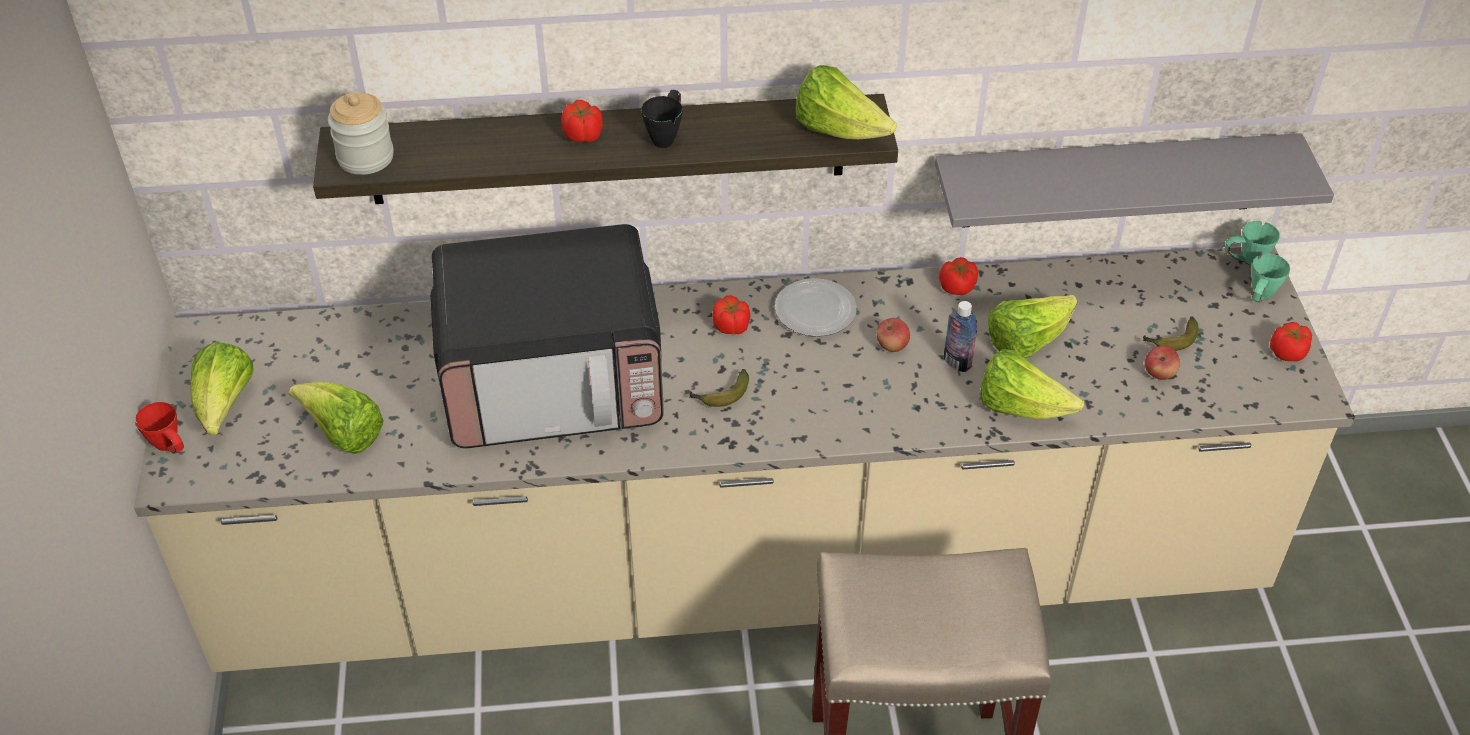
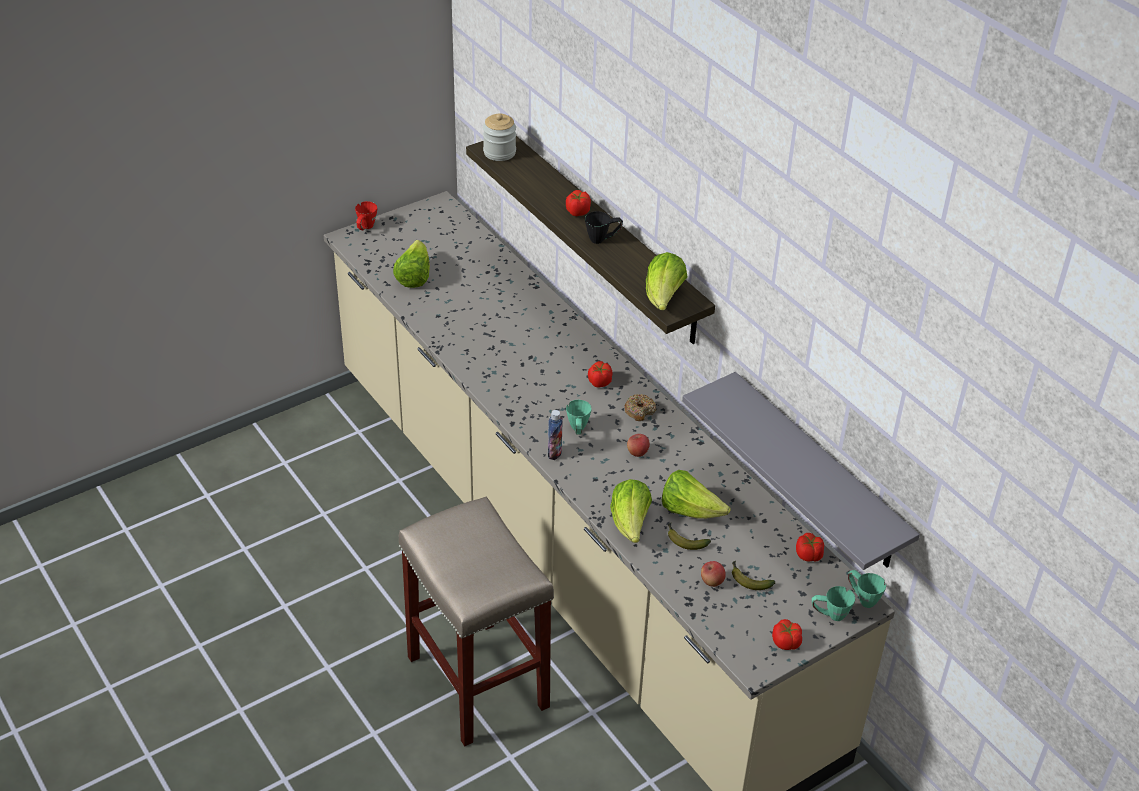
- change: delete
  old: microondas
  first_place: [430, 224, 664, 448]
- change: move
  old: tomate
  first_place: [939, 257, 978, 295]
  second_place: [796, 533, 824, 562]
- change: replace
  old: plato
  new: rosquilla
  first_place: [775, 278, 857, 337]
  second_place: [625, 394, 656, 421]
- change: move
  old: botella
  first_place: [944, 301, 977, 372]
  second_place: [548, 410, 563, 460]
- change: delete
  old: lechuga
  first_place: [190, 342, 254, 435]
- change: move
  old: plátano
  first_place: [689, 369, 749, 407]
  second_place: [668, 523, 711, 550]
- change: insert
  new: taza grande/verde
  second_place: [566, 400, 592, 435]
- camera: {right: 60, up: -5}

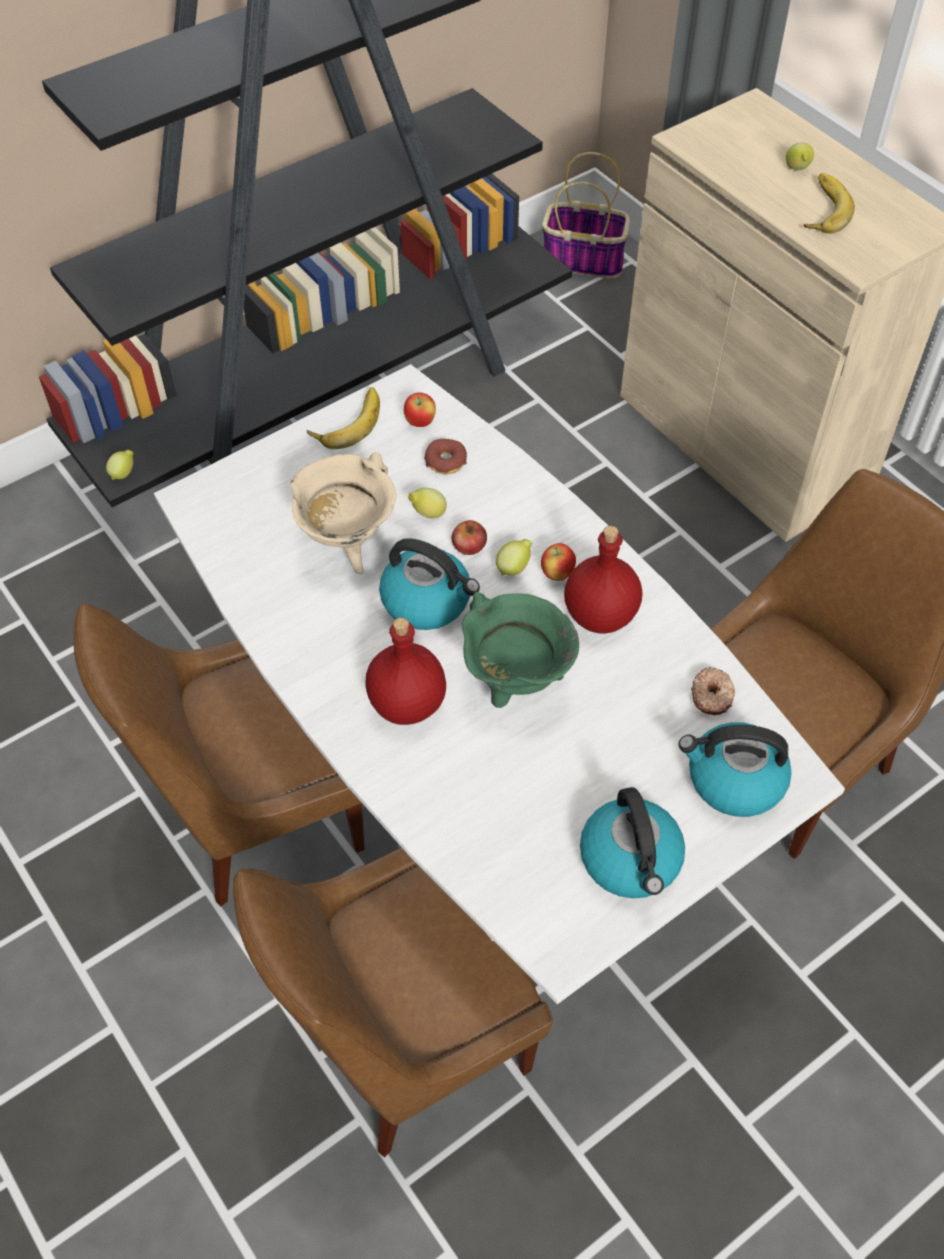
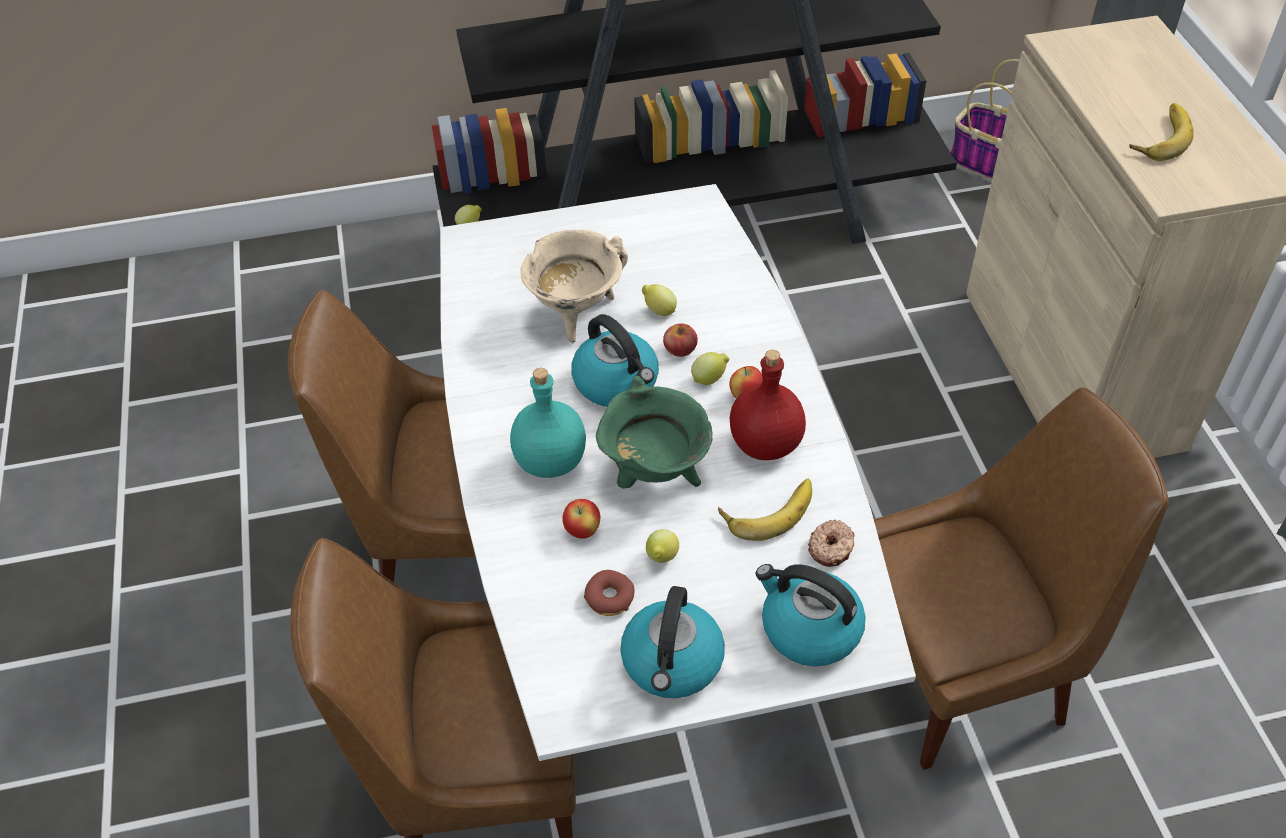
- change: move
  old: limón
  first_place: [786, 142, 814, 170]
  second_place: [646, 529, 679, 563]
- change: move
  old: plátano
  first_place: [307, 387, 380, 449]
  second_place: [718, 479, 812, 541]
- change: move
  old: manzana
  first_place: [404, 393, 436, 427]
  second_place: [562, 499, 600, 539]
- change: move
  old: rosquilla
  first_place: [424, 439, 467, 474]
  second_place: [584, 570, 635, 616]
- change: recolor
  old: botella/rojo
  new: botella/turquesa
  first_place: [365, 618, 446, 725]
  second_place: [510, 368, 586, 478]
- camera: {right: 25, up: -5}

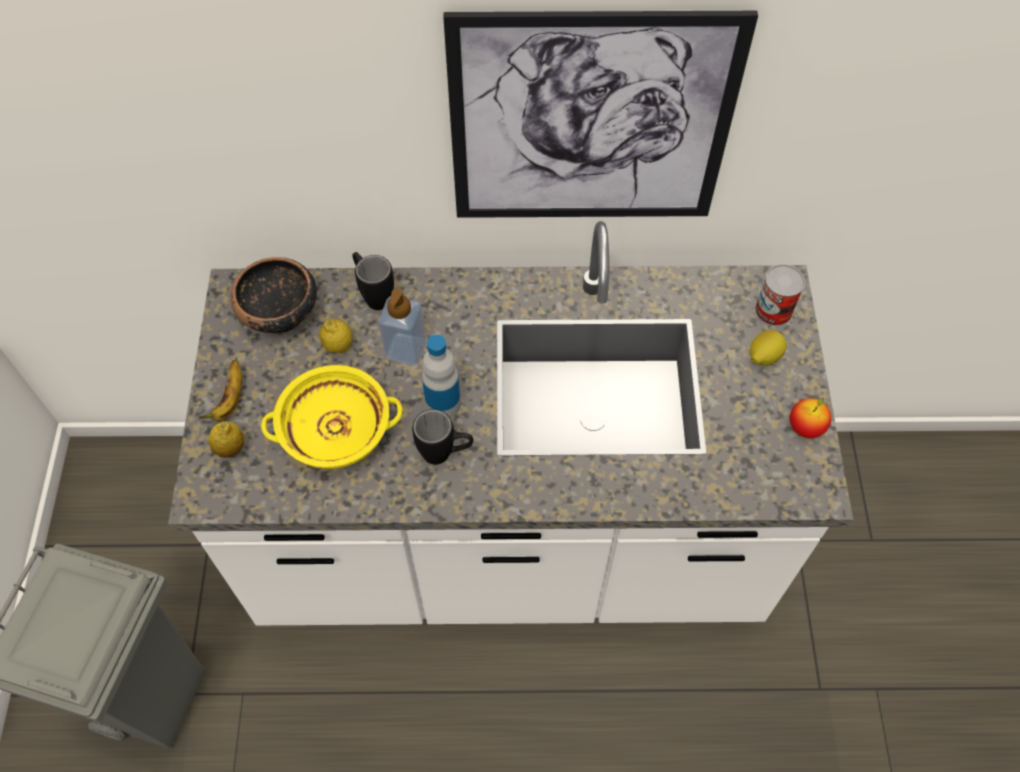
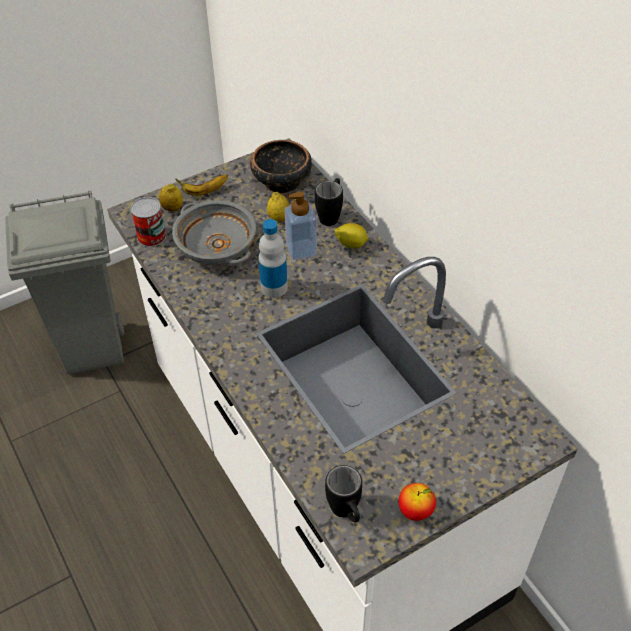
- change: delete
  old: cuadro
  first_place: [443, 11, 758, 218]
- change: move
  old: lata
  first_place: [755, 264, 805, 326]
  second_place: [131, 197, 166, 247]
- change: move
  old: limón
  first_place: [750, 330, 787, 366]
  second_place: [335, 223, 368, 248]
- change: recolor
  old: cuenco/amarillo
  new: cuenco/gris
  first_place: [261, 365, 403, 469]
  second_place: [172, 200, 256, 265]
- change: move
  old: taza grande/negro
  first_place: [412, 409, 473, 465]
  second_place: [325, 465, 362, 523]
- camera: {right: 60, up: -10}

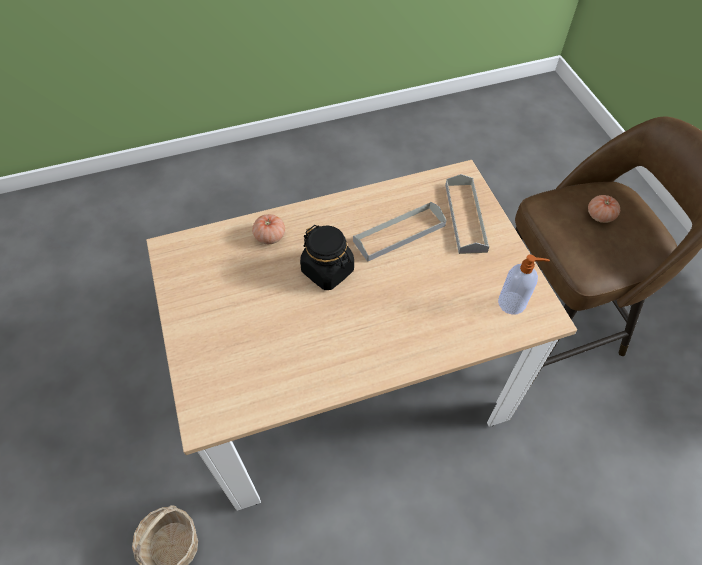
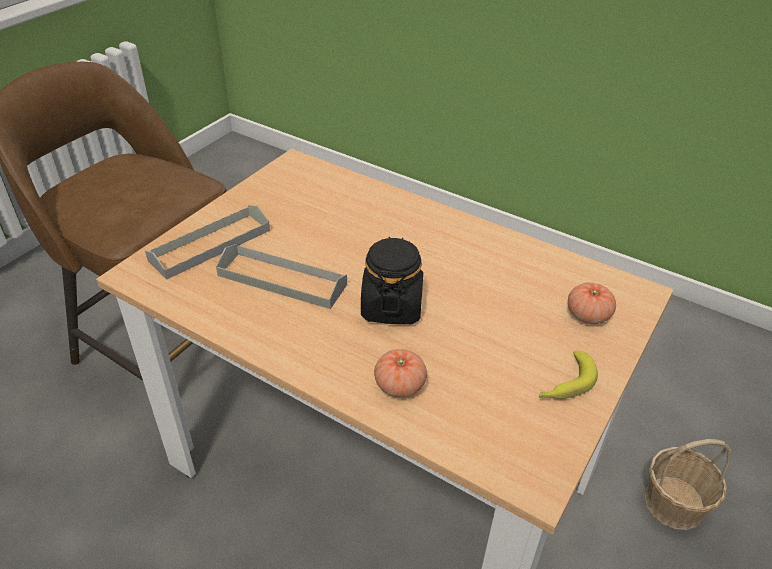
- change: move
  old: tomate
  first_place: [588, 195, 620, 223]
  second_place: [568, 282, 616, 324]
- change: delete
  old: dispensador de jabón
  first_place: [498, 254, 550, 315]
- change: insert
  new: plátano
  second_place: [539, 351, 598, 399]
- camera: {right: -130, up: -15}

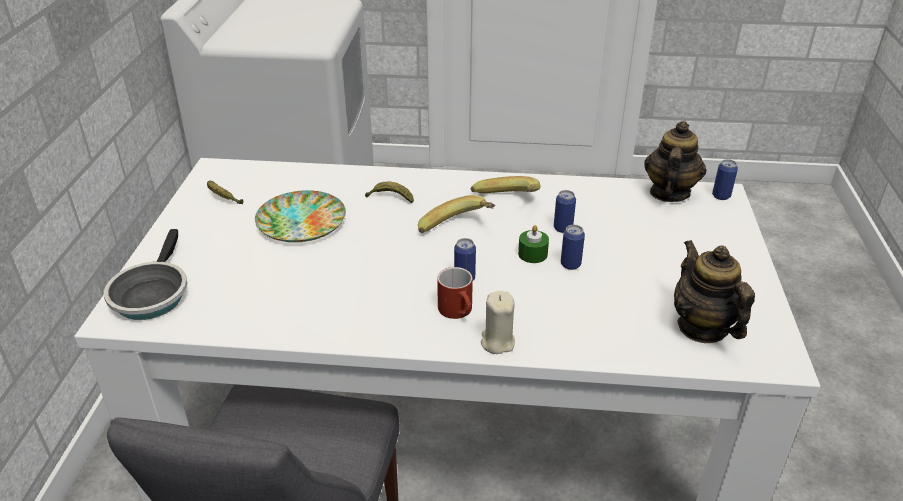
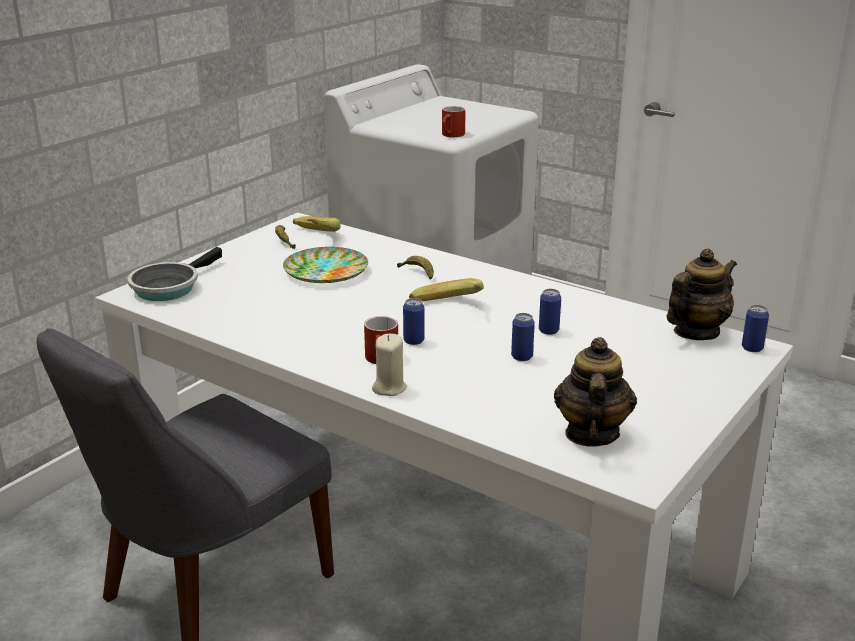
- change: move
  old: plátano
  first_place: [471, 176, 541, 193]
  second_place: [293, 216, 341, 232]
- change: delete
  old: vela/verde
  first_place: [518, 225, 549, 263]
- change: insert
  new: taza grande/rojo
  second_place: [442, 106, 465, 137]
- camera: {right: 30, up: -10}

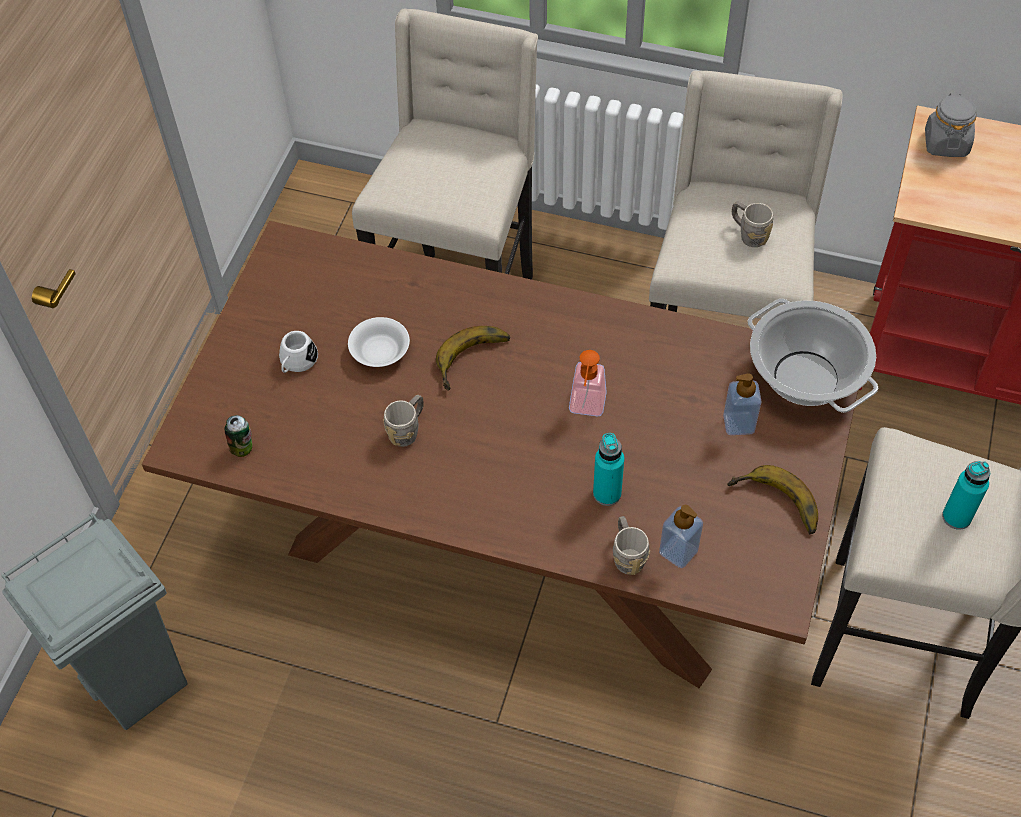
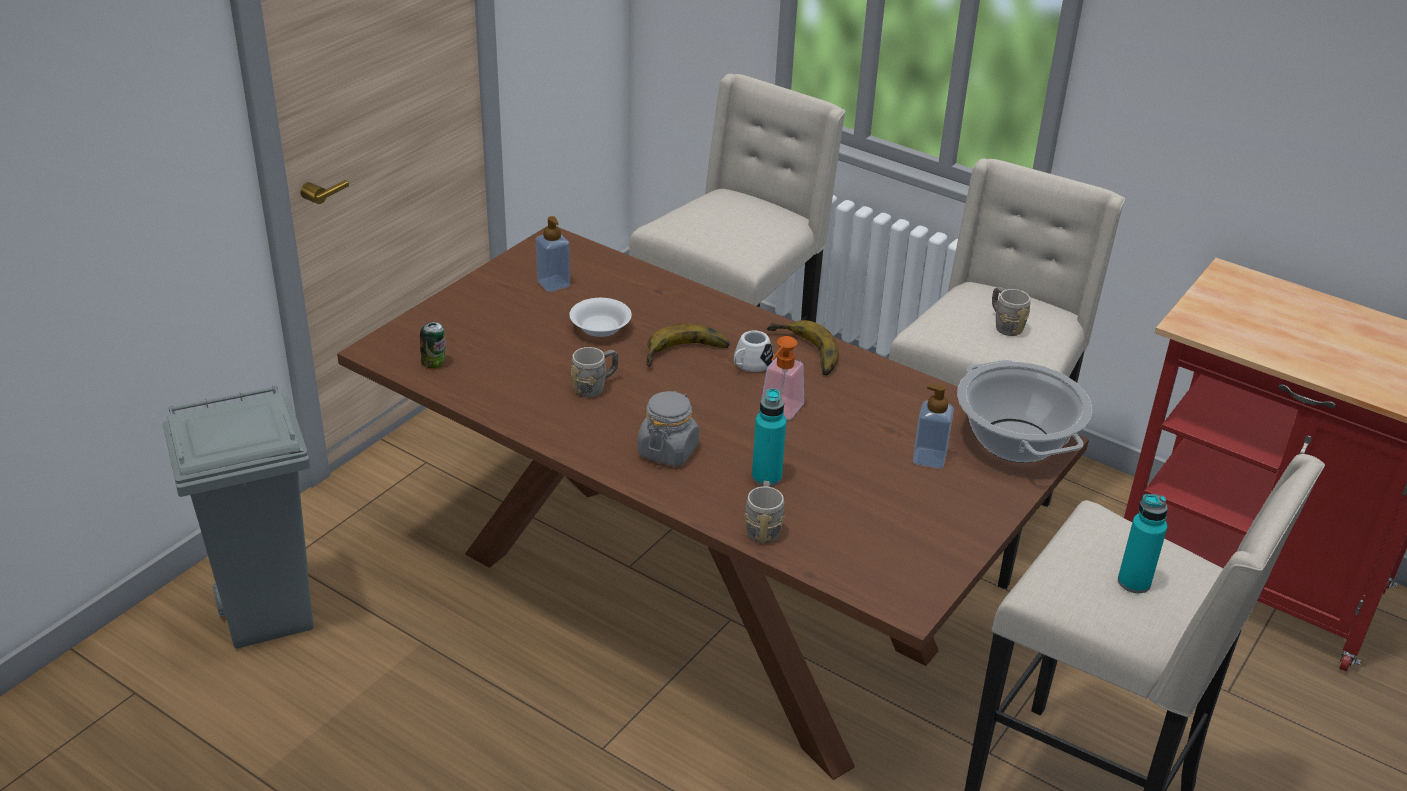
- change: move
  old: tarro/gris
  first_place: [925, 93, 977, 157]
  second_place: [638, 391, 699, 466]
- change: move
  old: taza grande/blanco
  first_place: [279, 331, 318, 373]
  second_place: [734, 331, 774, 372]
- change: move
  old: plátano
  first_place: [727, 465, 818, 534]
  second_place: [767, 320, 839, 376]
- change: move
  old: dispensador de jabón
  first_place: [659, 505, 703, 568]
  second_place: [536, 216, 570, 292]
- camera: {right: 15, up: -20}

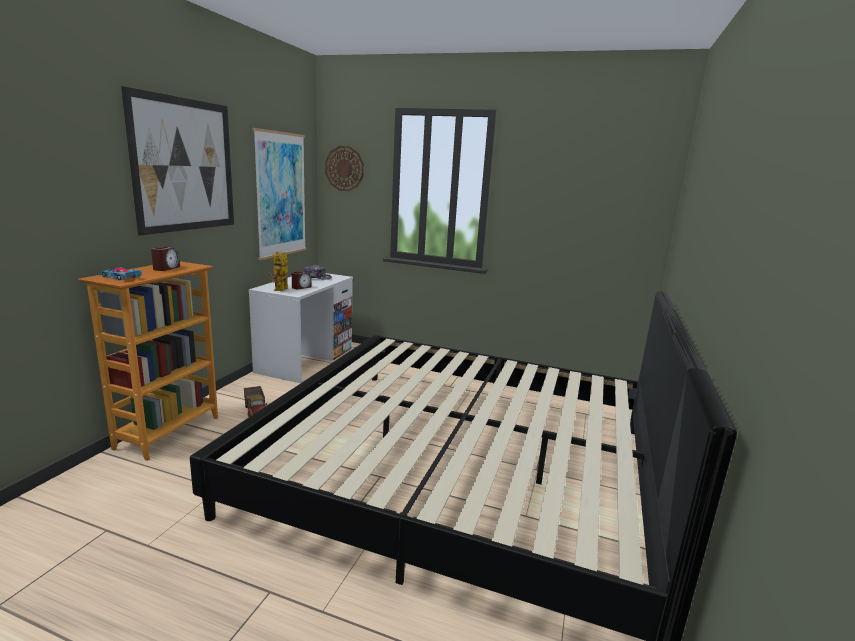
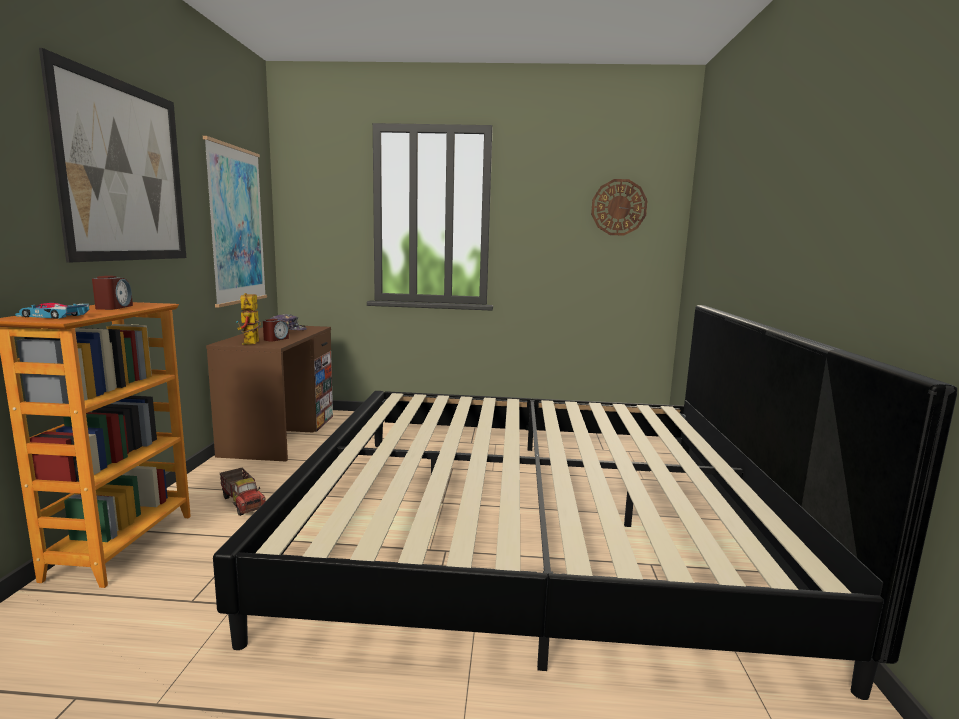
- change: move
  old: reloj de pared
  first_place: [325, 146, 364, 191]
  second_place: [591, 179, 647, 236]
- change: recolor
  old: escritorio/blanco
  new: escritorio/marrón
  first_place: [249, 273, 353, 383]
  second_place: [206, 326, 333, 462]
- camera: {right: -15, up: -5}

